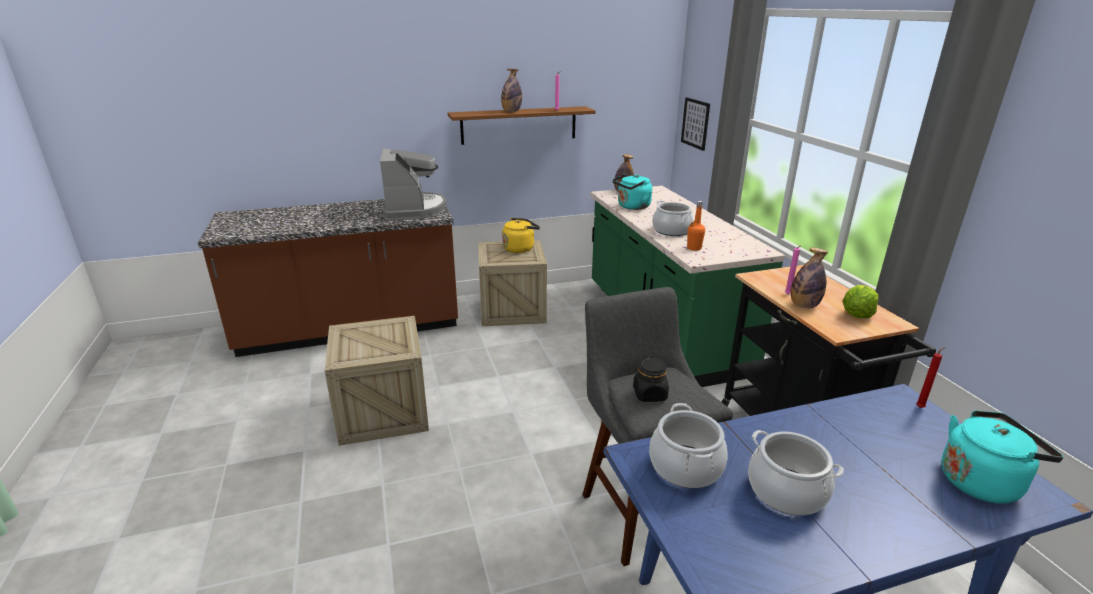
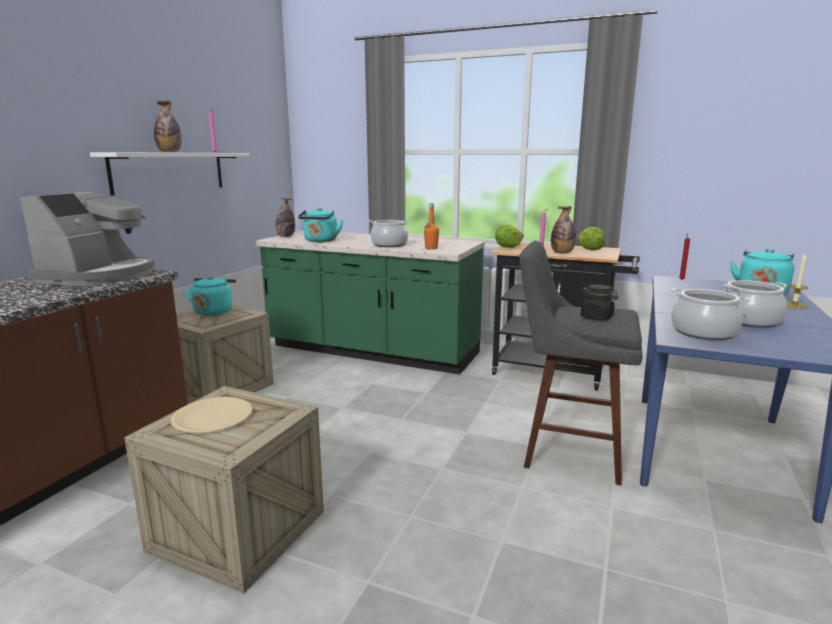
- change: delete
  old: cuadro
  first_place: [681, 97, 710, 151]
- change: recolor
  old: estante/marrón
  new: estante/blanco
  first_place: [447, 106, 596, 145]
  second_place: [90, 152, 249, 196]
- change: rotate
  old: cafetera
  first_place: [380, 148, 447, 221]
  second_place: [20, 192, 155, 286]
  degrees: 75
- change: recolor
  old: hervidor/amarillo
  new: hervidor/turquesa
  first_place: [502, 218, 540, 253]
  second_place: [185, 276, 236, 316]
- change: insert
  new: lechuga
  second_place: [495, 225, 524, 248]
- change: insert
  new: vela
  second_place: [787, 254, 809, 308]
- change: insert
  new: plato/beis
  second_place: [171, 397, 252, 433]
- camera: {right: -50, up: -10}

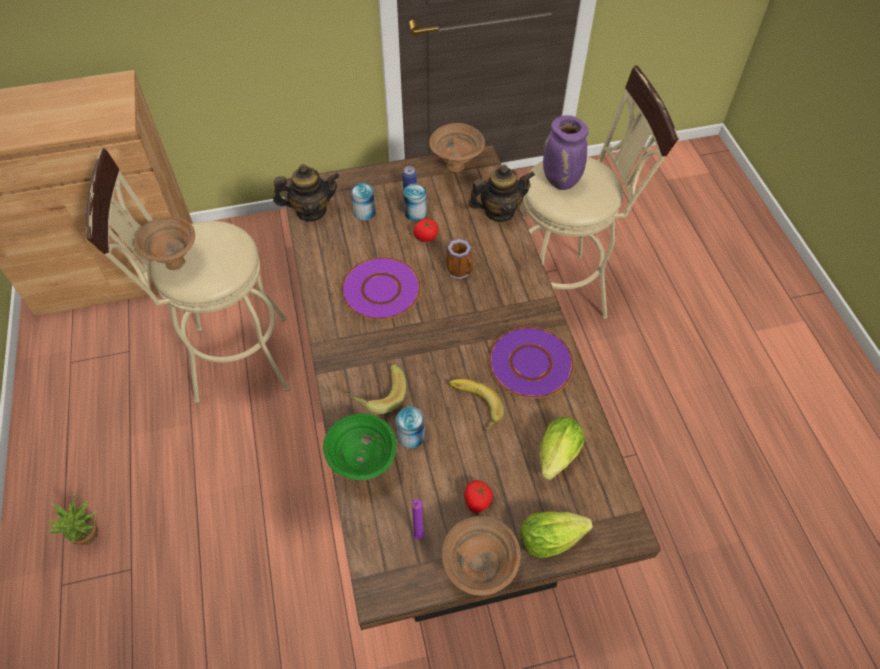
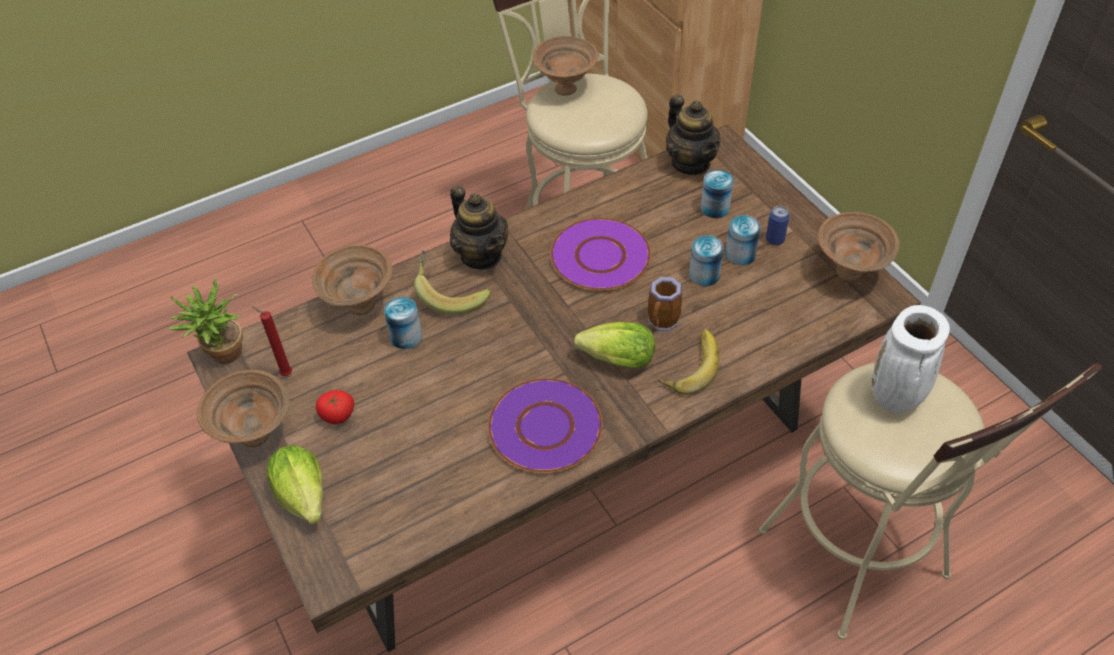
- change: recolor
  old: florero/morado
  new: florero/blanco
  first_place: [543, 115, 588, 190]
  second_place: [872, 305, 950, 413]
- change: move
  old: tetera
  first_place: [468, 165, 535, 222]
  second_place: [450, 186, 508, 269]
- change: replace
  old: tomate
  new: lata
  first_place: [413, 219, 438, 242]
  second_place: [689, 235, 724, 286]
- change: move
  old: plátano
  first_place: [449, 379, 504, 431]
  second_place: [658, 329, 719, 395]
- change: recolor
  old: cuenco/verde
  new: cuenco/marrón
  first_place: [323, 413, 397, 480]
  second_place: [312, 245, 392, 315]
- change: move
  old: lechuga
  first_place: [540, 417, 585, 480]
  second_place: [574, 322, 655, 368]
- change: move
  old: planta en maceta
  first_place: [48, 492, 97, 545]
  second_place: [169, 277, 243, 364]
- change: recolor
  old: vela/morado
  new: vela/rojo
  first_place: [411, 499, 425, 540]
  second_place: [252, 306, 292, 376]
- camera: {right: 75, up: -5}

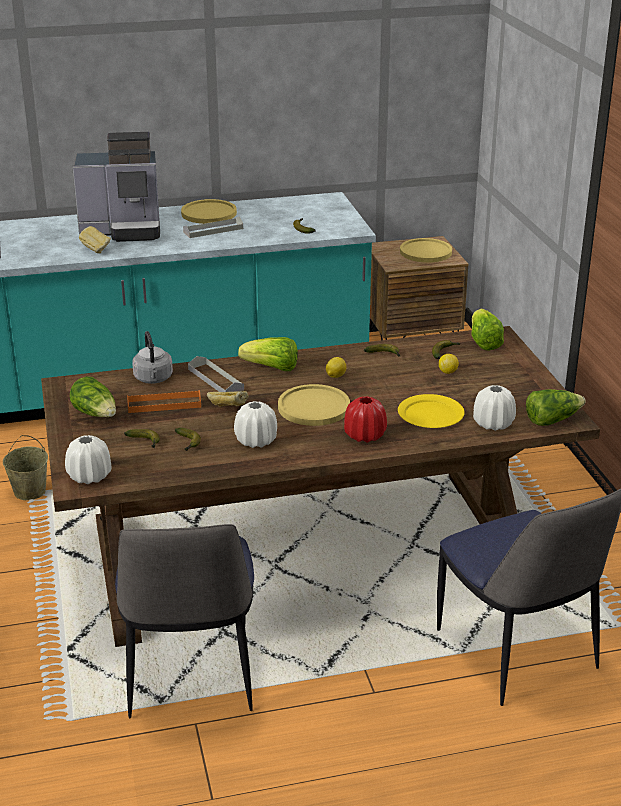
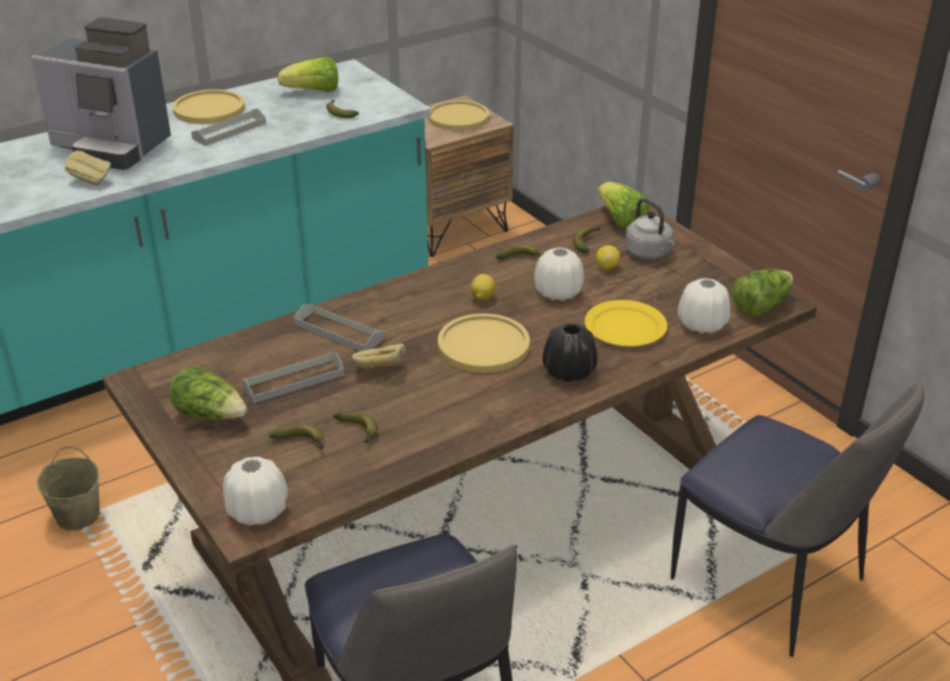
- change: rotate
  old: cafetera
  first_place: [72, 132, 160, 242]
  second_place: [31, 17, 171, 170]
  degrees: 45
- change: move
  old: hervidor/gris
  first_place: [132, 331, 173, 384]
  second_place: [625, 198, 676, 260]
- change: move
  old: lechuga
  first_place: [238, 337, 298, 371]
  second_place: [278, 57, 338, 92]
- change: recolor
  old: bandeja/naranja
  new: bandeja/gris
  first_place: [127, 390, 201, 413]
  second_place: [242, 352, 344, 404]
- change: recolor
  old: florero/rojo
  new: florero/negro
  first_place: [344, 396, 387, 443]
  second_place: [542, 323, 598, 382]
- change: move
  old: florero/blanco
  first_place: [234, 401, 277, 448]
  second_place: [534, 247, 584, 301]
- camera: {right: -20, up: 5}

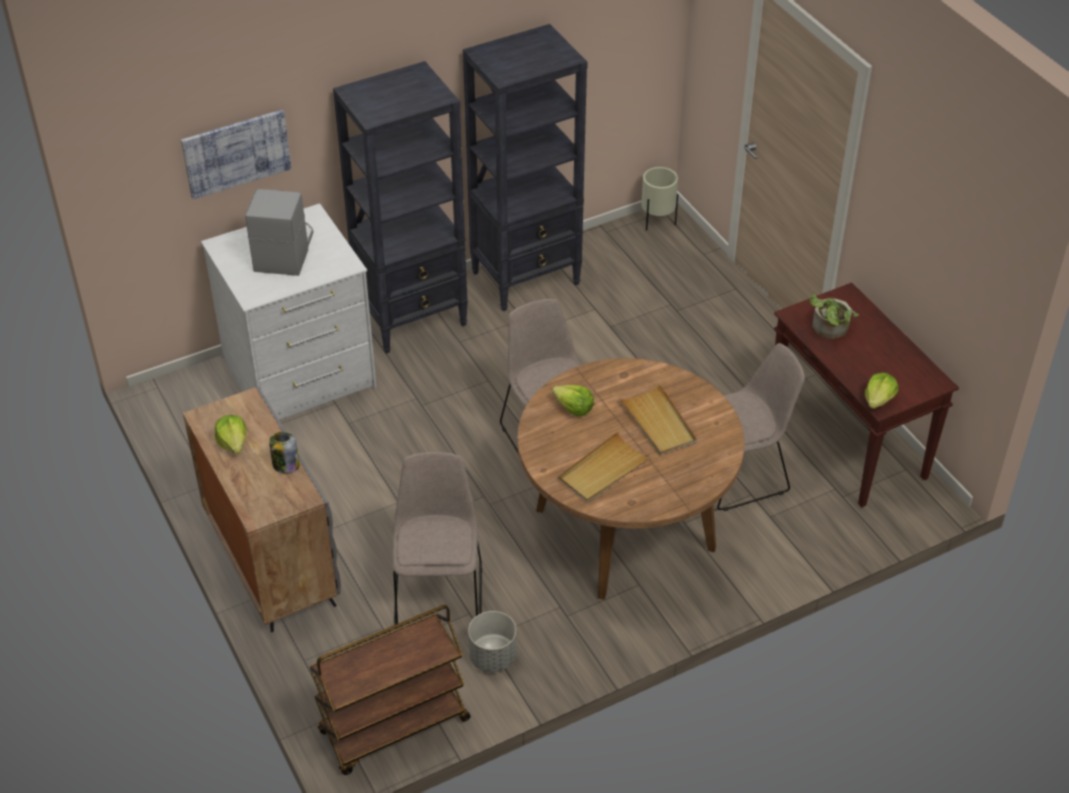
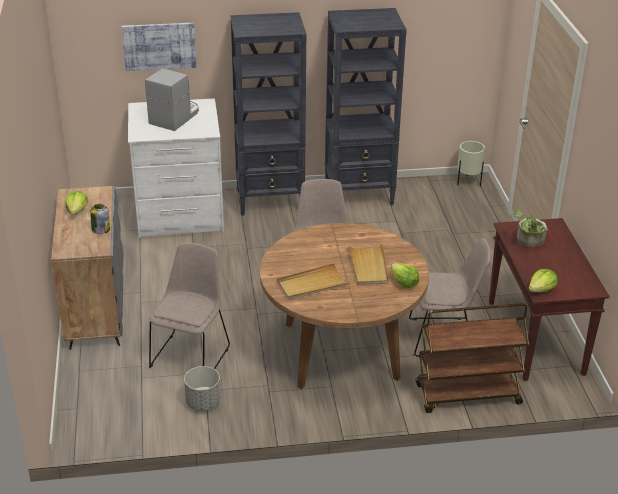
- change: move
  old: lechuga
  first_place: [552, 385, 594, 417]
  second_place: [391, 263, 419, 288]
- change: move
  old: carrito/marrón
  first_place: [310, 605, 471, 775]
  second_place: [416, 303, 529, 413]
- camera: {right: 20, up: -10}

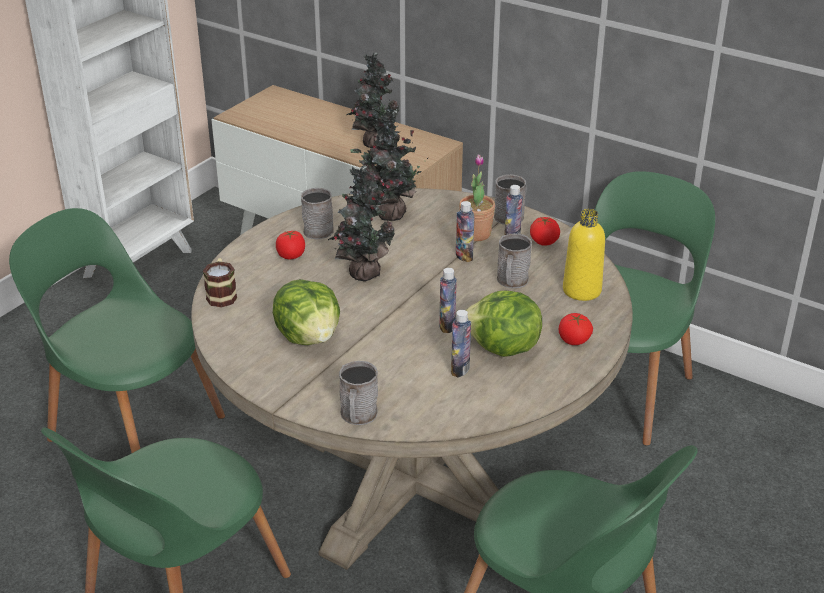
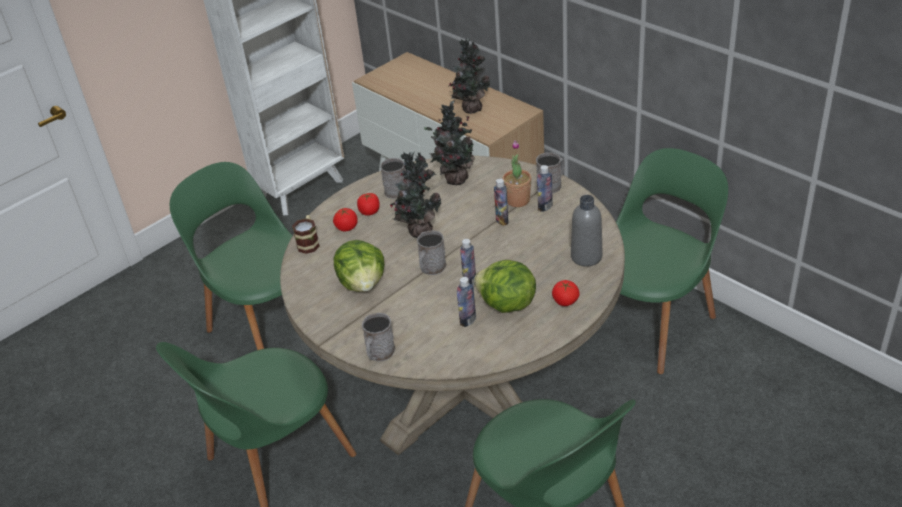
- change: recolor
  old: botella/amarillo
  new: botella/gris
  first_place: [563, 209, 605, 301]
  second_place: [571, 195, 602, 266]
- change: move
  old: tomate
  first_place: [530, 217, 560, 246]
  second_place: [333, 208, 358, 231]
- change: move
  old: taza grande/gris
  first_place: [497, 233, 532, 288]
  second_place: [417, 230, 447, 275]
- camera: {right: 15, up: 5}

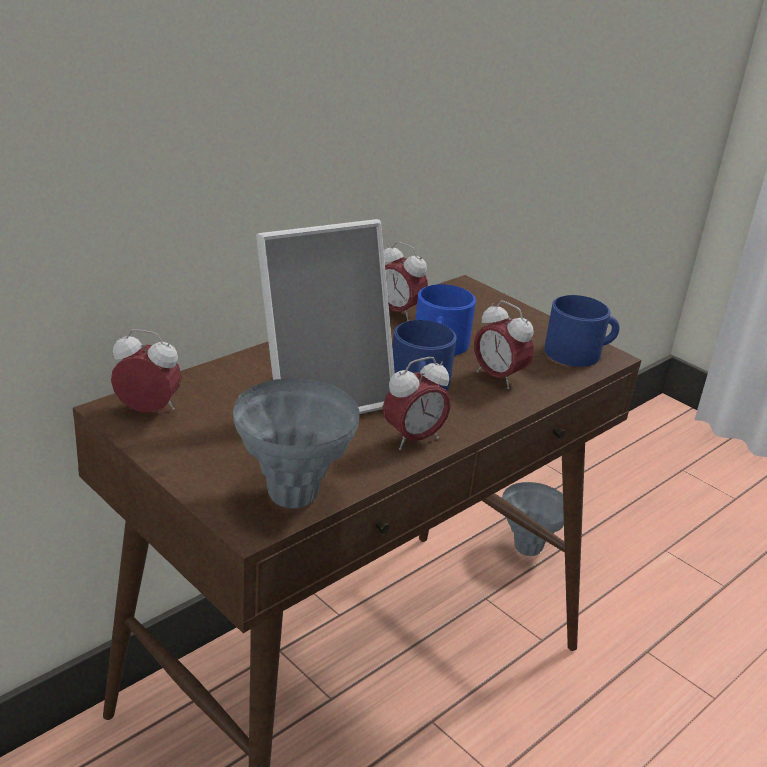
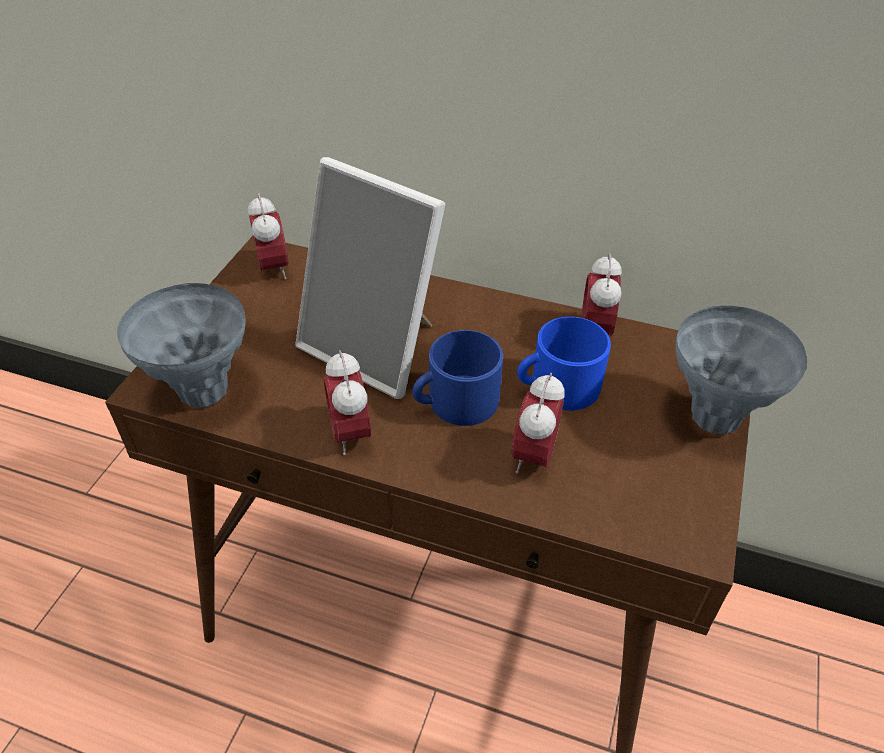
- change: delete
  old: taza grande/azul
  first_place: [545, 295, 620, 367]
- change: rotate
  old: despertador
  first_place: [383, 357, 451, 450]
  second_place: [324, 350, 371, 455]
  degrees: 45
- change: move
  old: florero/gris
  first_place: [502, 482, 564, 556]
  second_place: [675, 306, 807, 434]
- camera: {right: 65, up: 15}

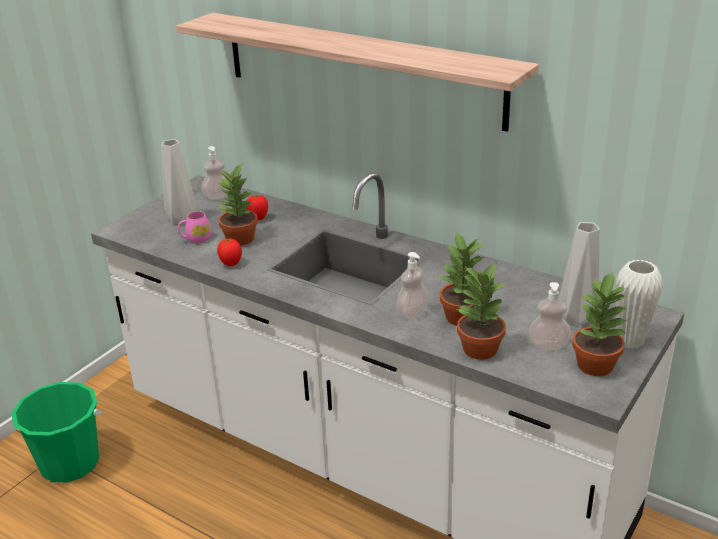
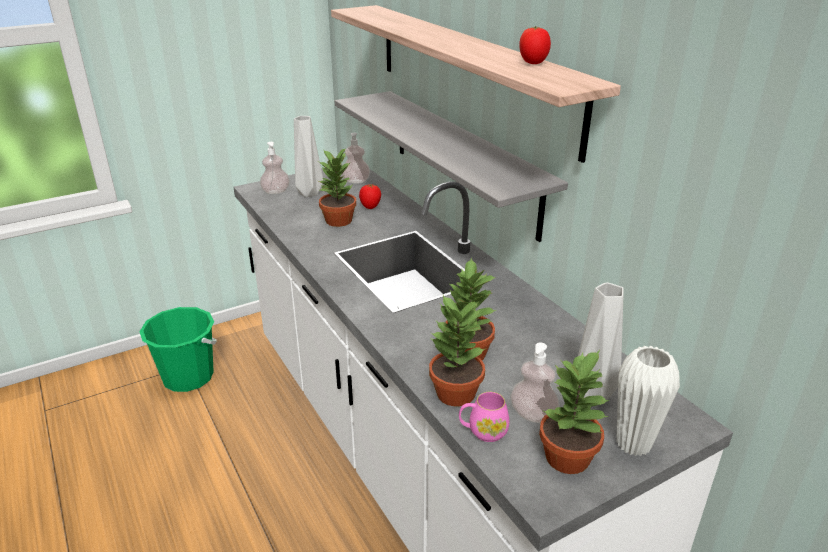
- change: move
  old: taza grande/rosa
  first_place: [178, 211, 211, 243]
  second_place: [459, 392, 509, 442]
- change: move
  old: tomate
  first_place: [217, 239, 242, 266]
  second_place: [519, 26, 551, 64]
- change: move
  old: dispensador de jabón
  first_place: [396, 252, 428, 318]
  second_place: [260, 142, 290, 194]
- change: insert
  new: estante/gris
  second_place: [335, 91, 568, 242]
- camera: {right: 25, up: 0}

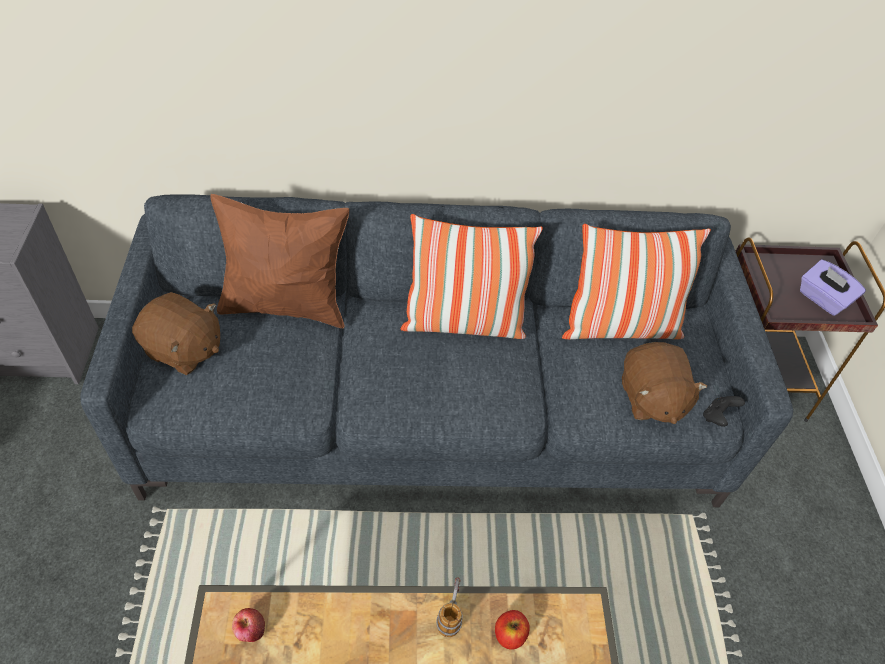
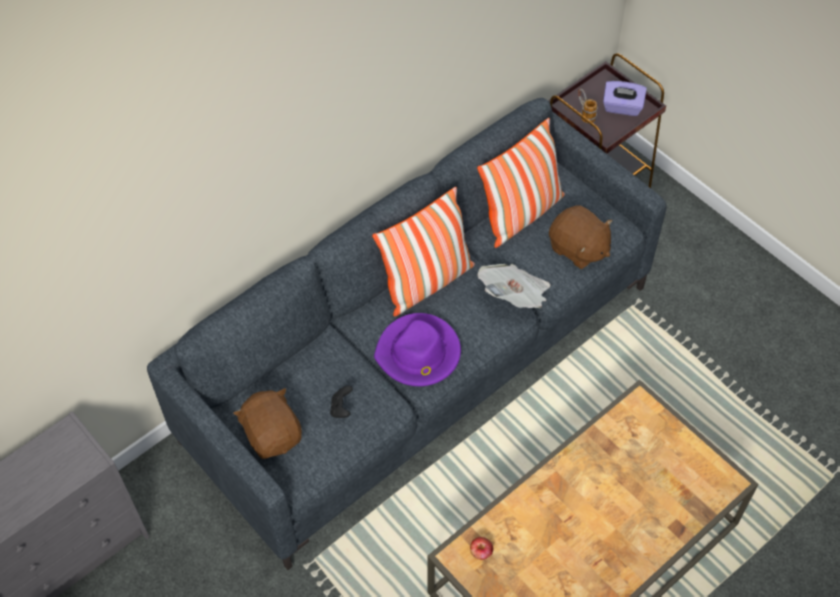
- change: delete
  old: cojín/marrón
  first_place: [210, 194, 349, 328]
- change: rotate
  old: peluche/marrón
  first_place: [132, 292, 220, 375]
  second_place: [233, 388, 302, 459]
  degrees: -105
- change: move
  old: mando de consola/negro
  first_place: [703, 396, 745, 427]
  second_place: [330, 386, 353, 418]
- change: move
  old: taza grande
  first_place: [436, 577, 463, 637]
  second_place: [578, 88, 598, 123]
- change: delete
  old: manzana
  first_place: [495, 610, 530, 650]
- change: insert
  new: periódico
  second_place: [478, 264, 550, 308]
- change: insert
  new: sombrero/morado
  second_place: [374, 313, 461, 386]
- camera: {right: -35, up: 5}

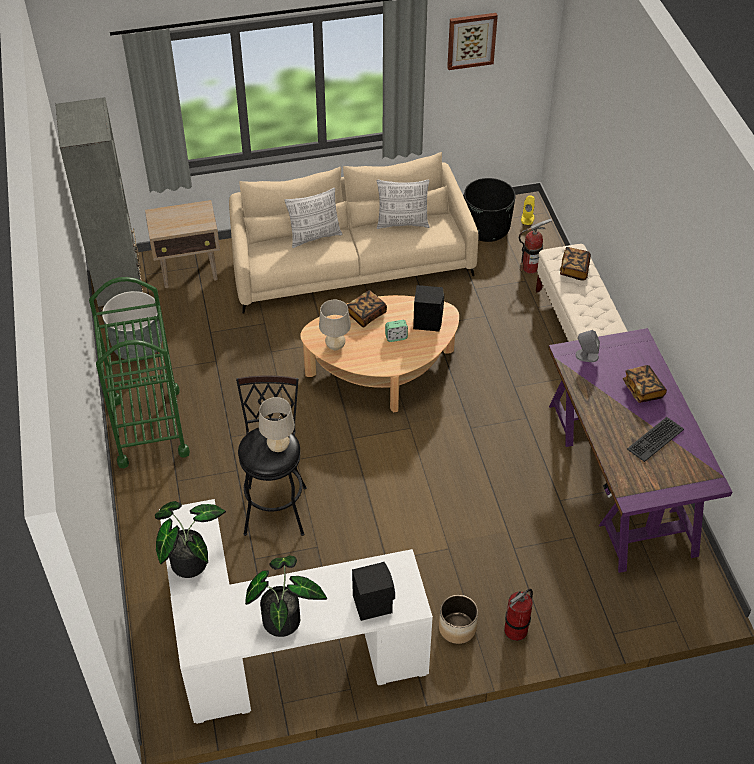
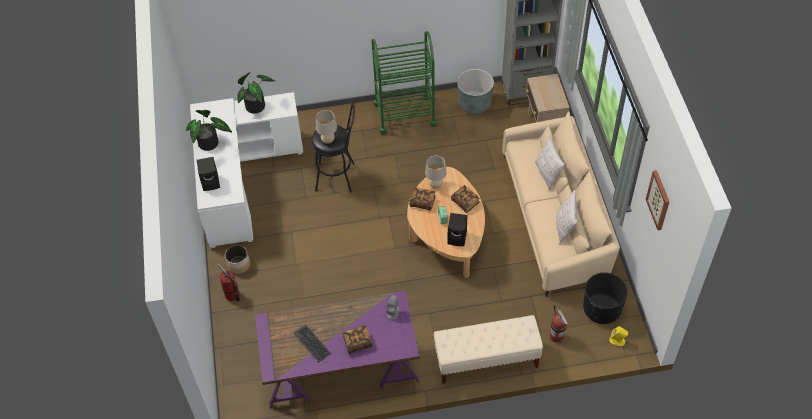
- change: move
  old: libro
  first_place: [560, 247, 591, 281]
  second_place: [409, 187, 436, 211]
- camera: {right: 95, up: 5}

